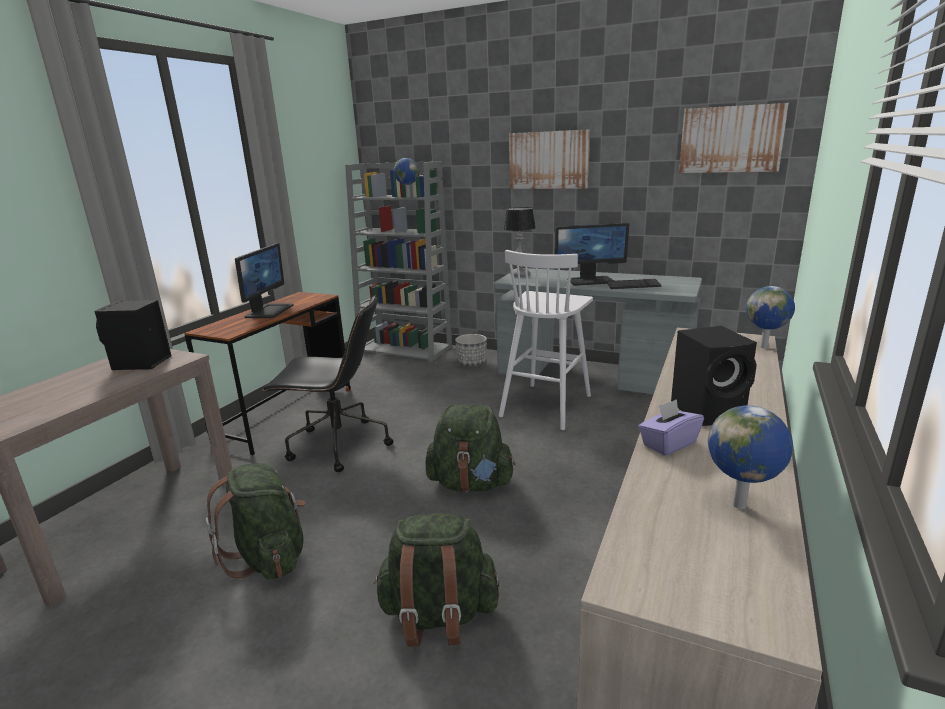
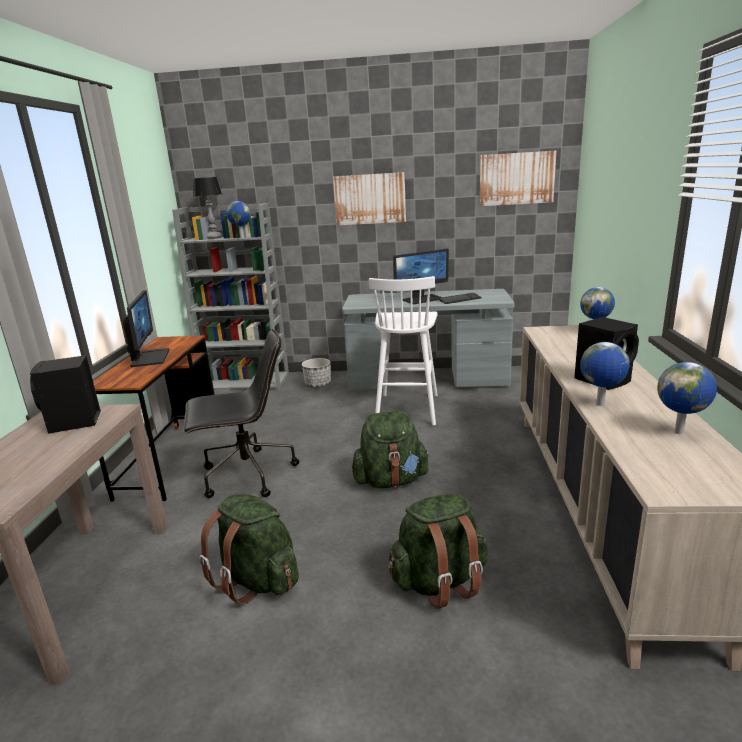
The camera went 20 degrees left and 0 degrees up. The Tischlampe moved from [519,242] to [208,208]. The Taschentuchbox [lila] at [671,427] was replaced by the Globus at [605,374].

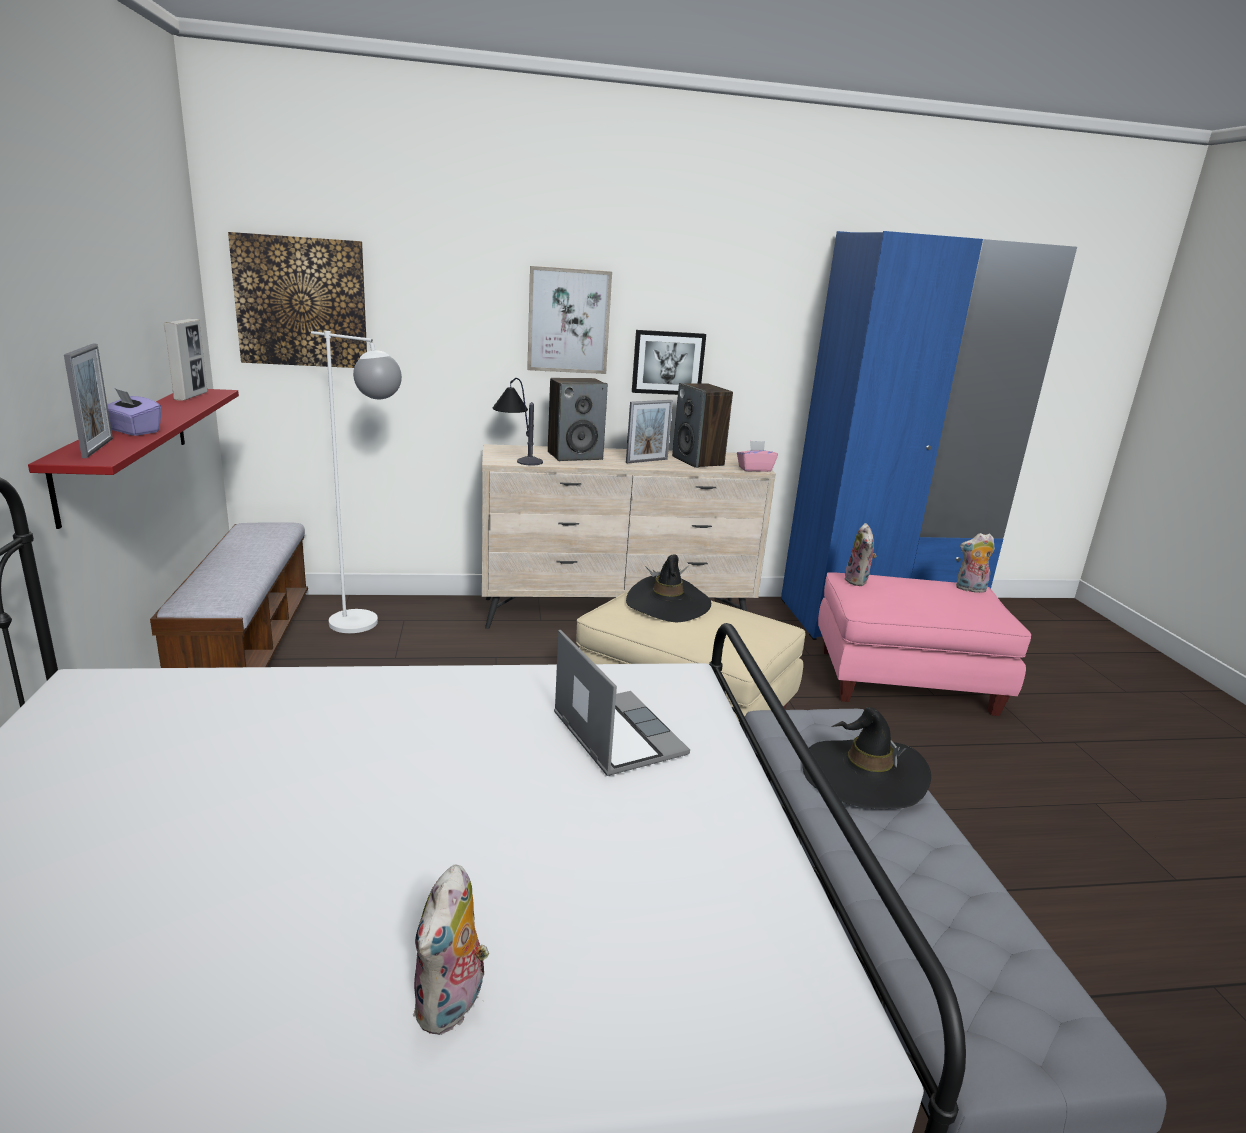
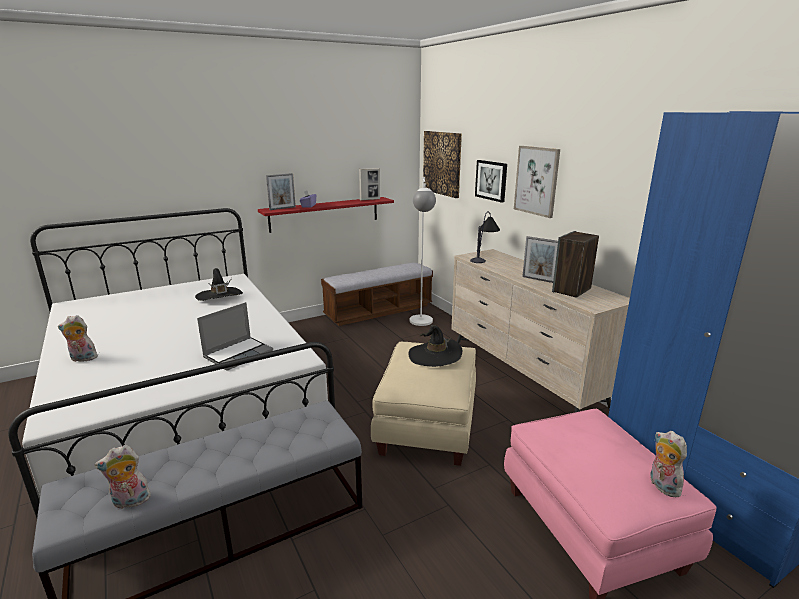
The camera went 70 degrees right and 0 degrees up. The Lautsprecher at [578,419] disappeared. The Bild moved from [669,362] to [491,181]. The Taschentuchbox [rosa] at [757,456] disappeared. The Hut [schwarz] moved from [866,758] to [219,284]. The Plüschtier moved from [860,554] to [123,477].

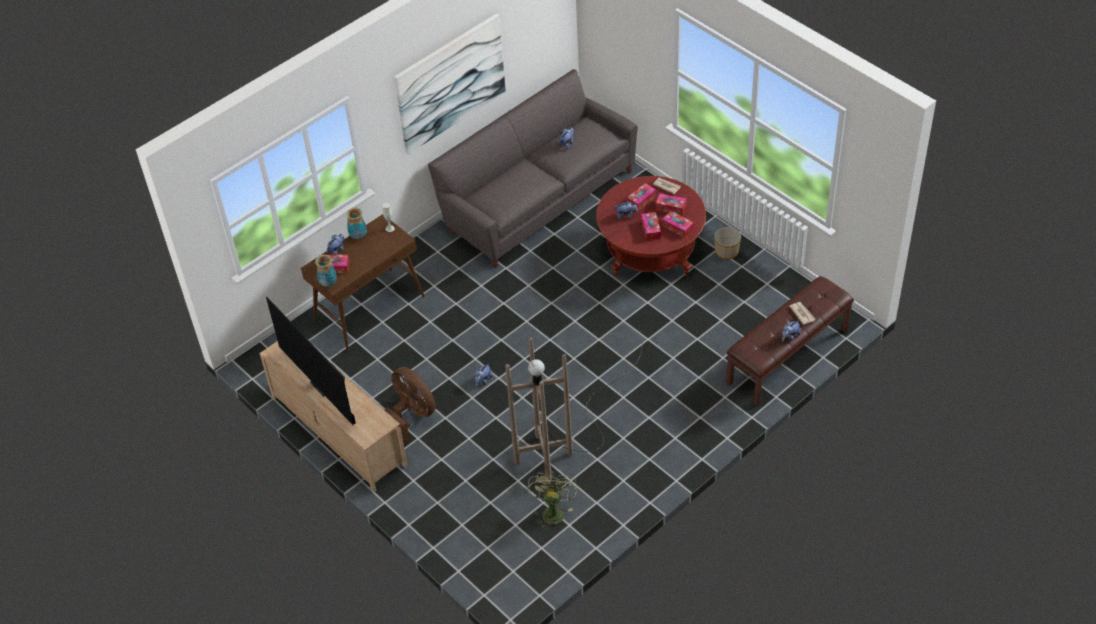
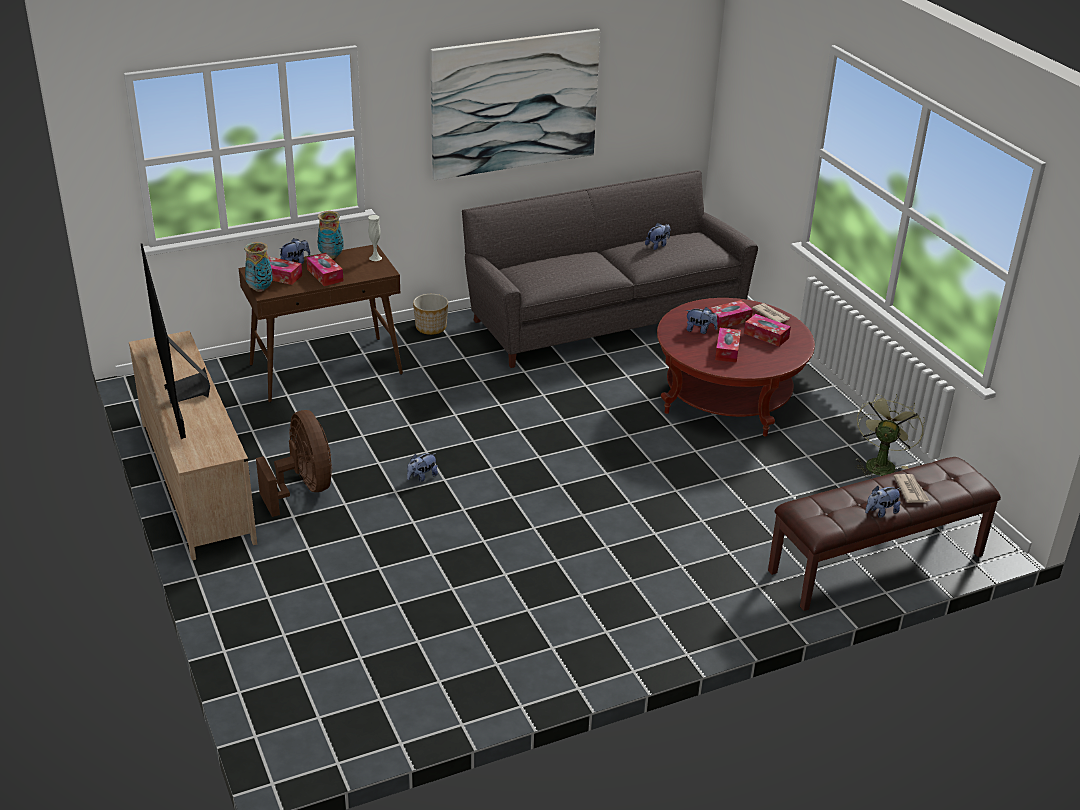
The camera went 15 degrees right and 15 degrees down. The Stehlampe [braun] at [573,402] disappeared. The Ventilator [grün] moved from [552,501] to [890,436]. The Taschentuchbox moved from [678,224] to [324,269]. The Pflanzkübel moved from [727,243] to [430,314].

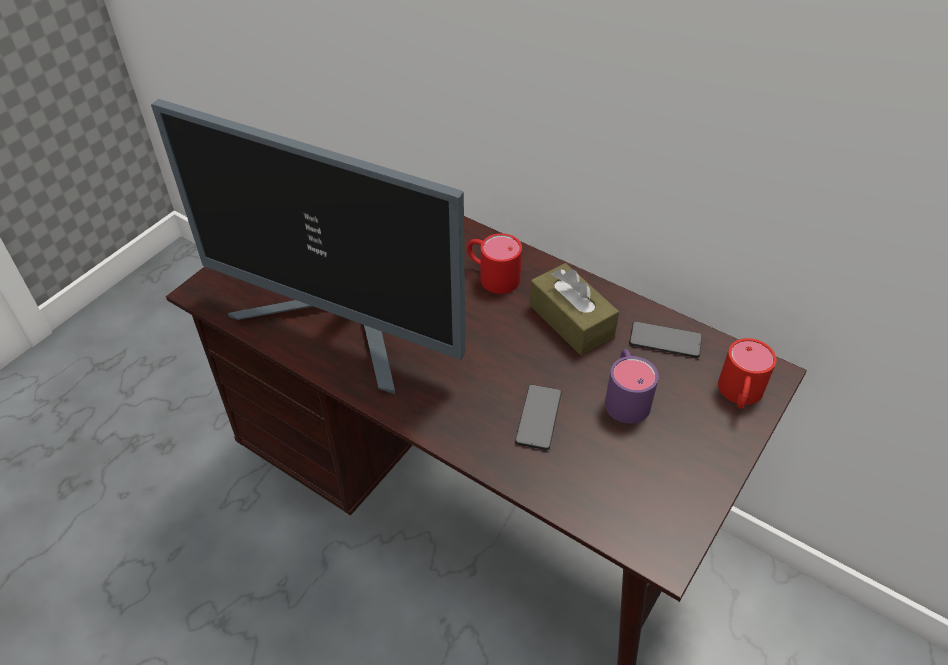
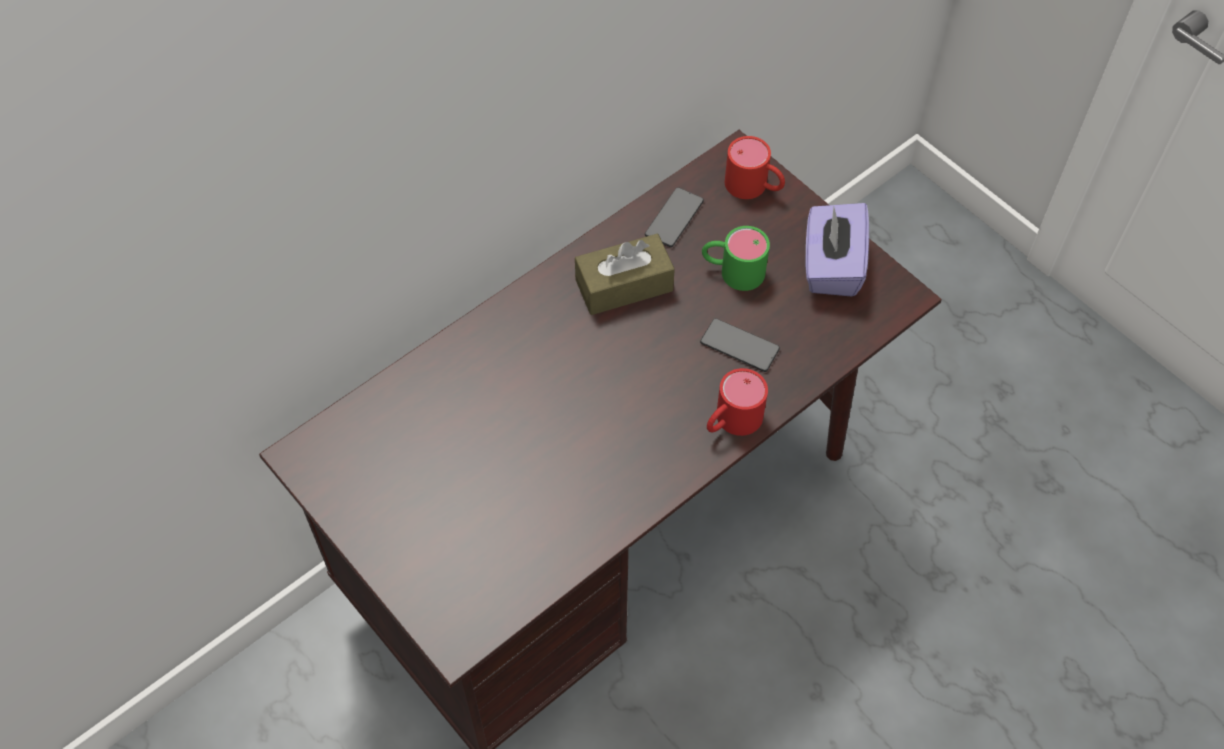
The camera went 75 degrees left and 10 degrees up. The Monitor at [308,246] disappeared. The Henkelbecher [rot] moved from [494,263] to [737,402]. The Henkelbecher [lila] at [632,386] became the Henkelbecher [grün] at [736,258]. The Taschentuchbox [lila] at [837,250] appeared.

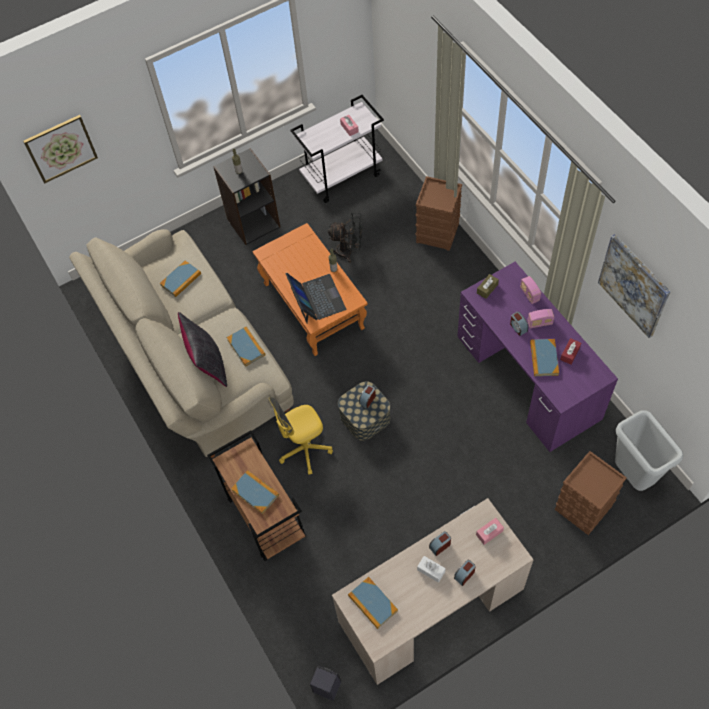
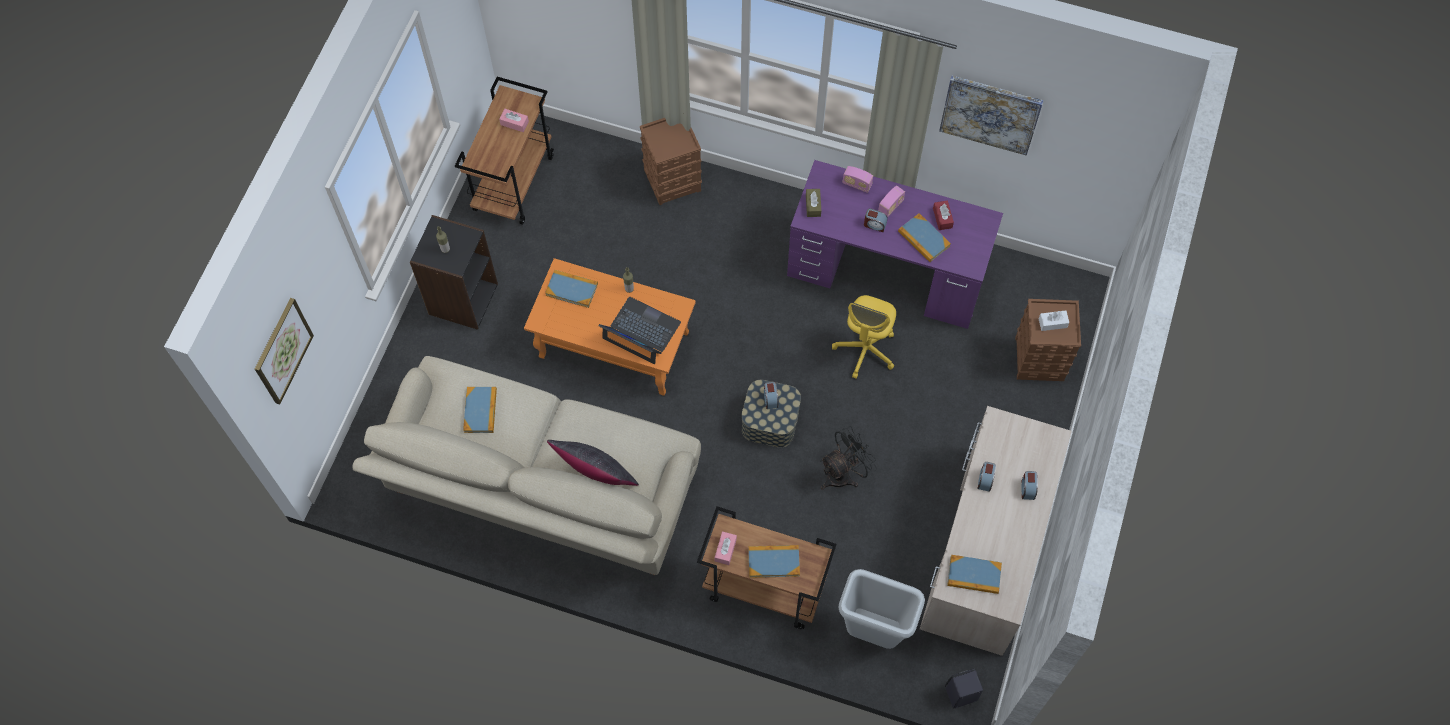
The camera went 45 degrees left and 5 degrees up. The Buch moved from [245,347] to [571,289]. The Bürostuhl [gelb] moved from [301,436] to [864,337]. The Rollwagen [weiß] at [337,149] became the Rollwagen [braun] at [504,151]. The Ventilator [schwarz] moved from [345,238] to [848,458]. The Taschentuchbox [weiß] moved from [431,569] to [1054,321]. The Taschentuchbox [rosa] moved from [490,531] to [726,548]. The Mülleimer [grau] moved from [649,450] to [881,609].

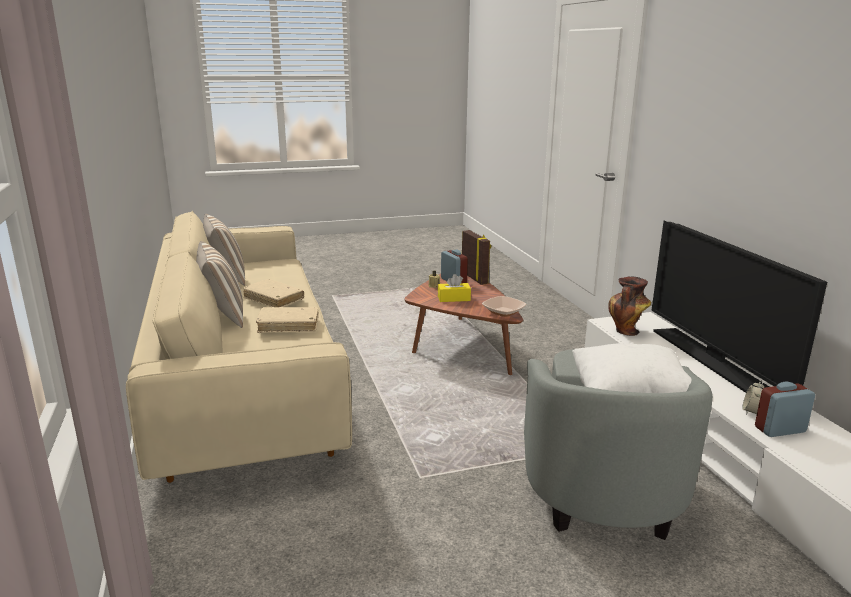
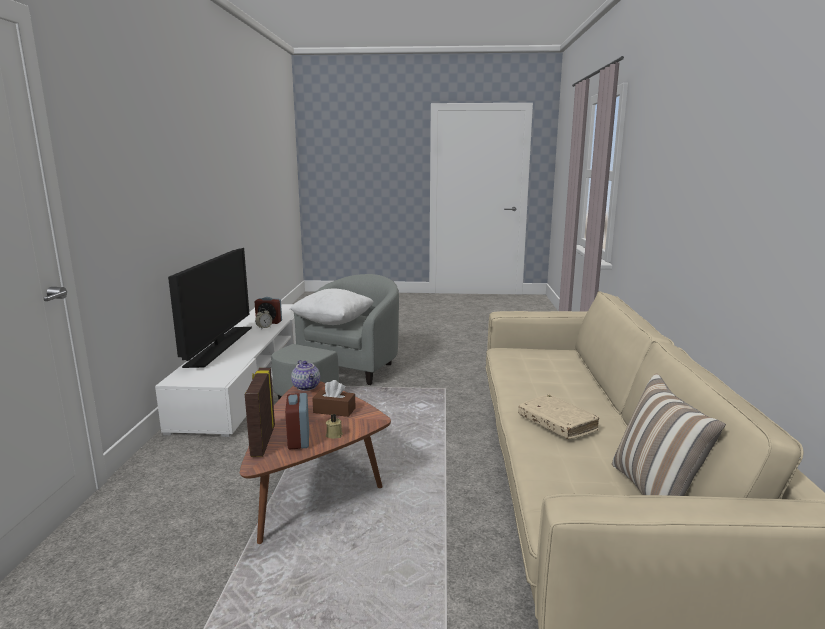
The camera went 160 degrees left and 5 degrees down. The Kissen at [219,284] disappeared. The Buch [beige] at [287,320] disappeared. The Taschentuchbox [gelb] at [454,288] became the Taschentuchbox [braun] at [334,398]. The Schüssel at [504,306] was replaced by the Teekanne at [305,375]. The Vase at [629,306] disappeared.

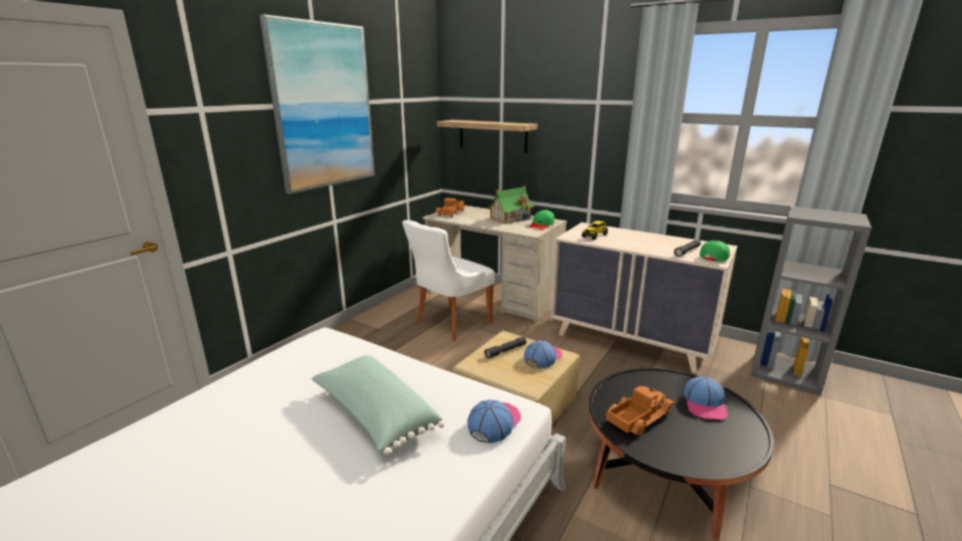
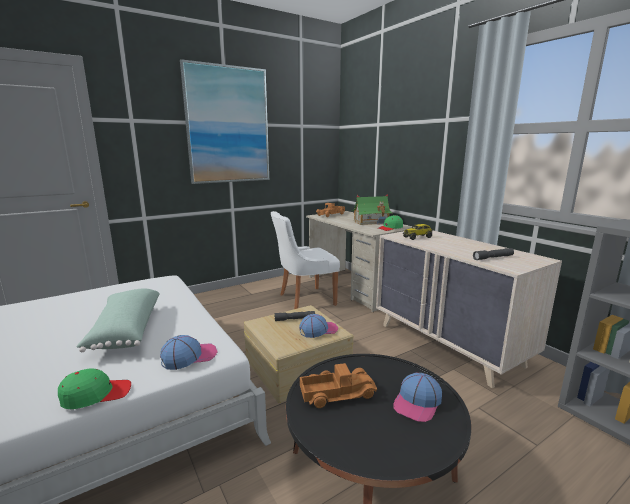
The camera went 25 degrees right and 5 degrees down. The Wandregal at [487,136] disappeared. The Kappe [grün] moved from [715,250] to [94,388].

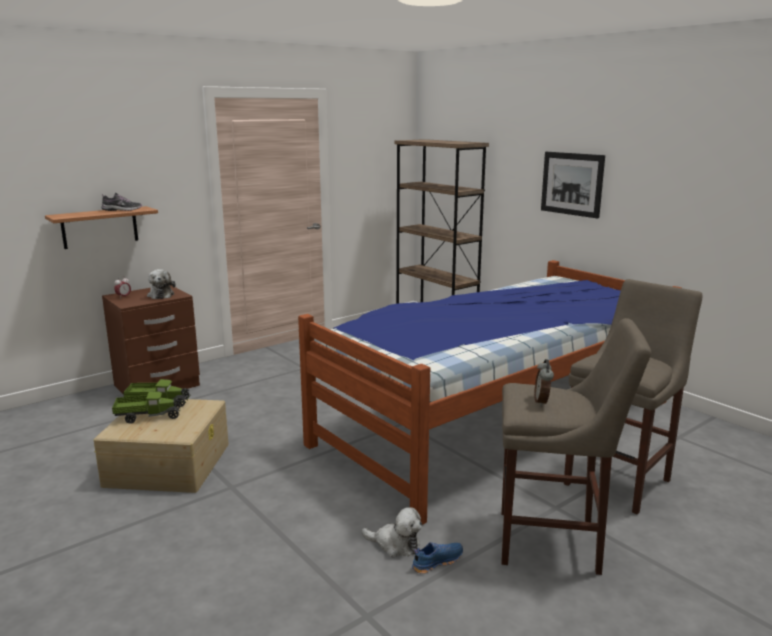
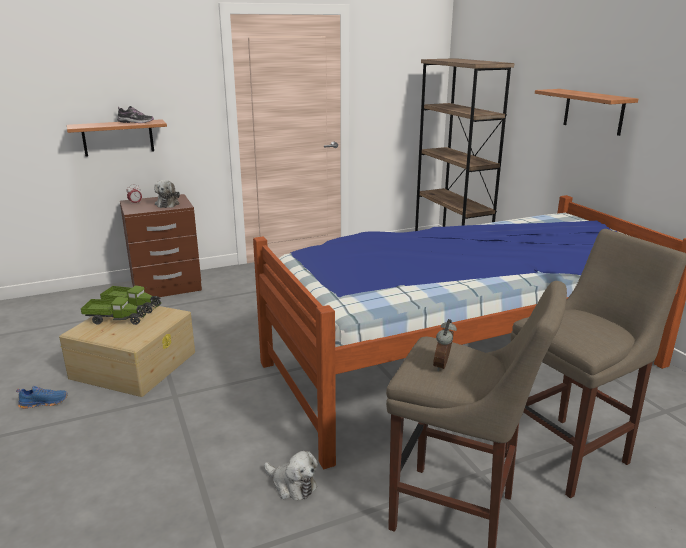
The camera went 15 degrees right and 5 degrees up. The Schuh [blau] moved from [437,558] to [42,397]. The Bild at [573,185] was replaced by the Wandregal at [586,112].

